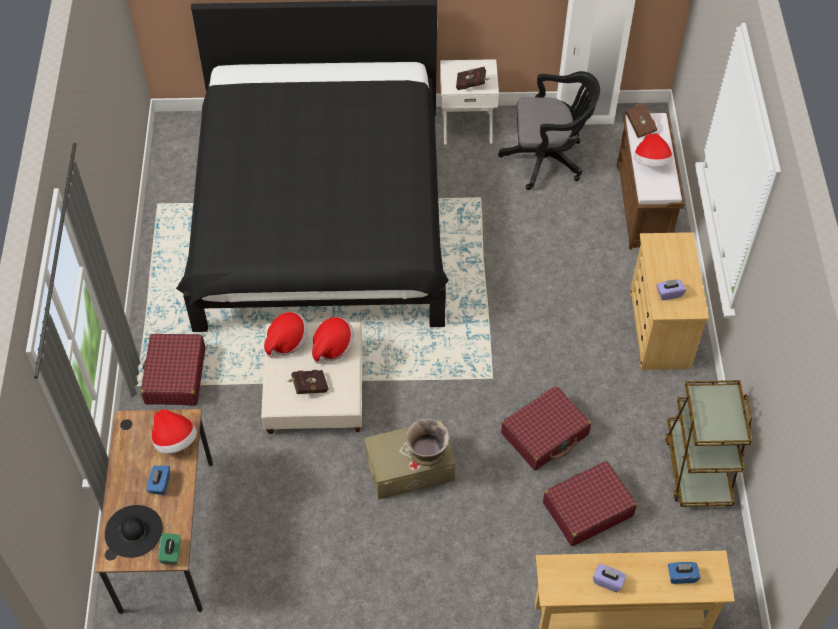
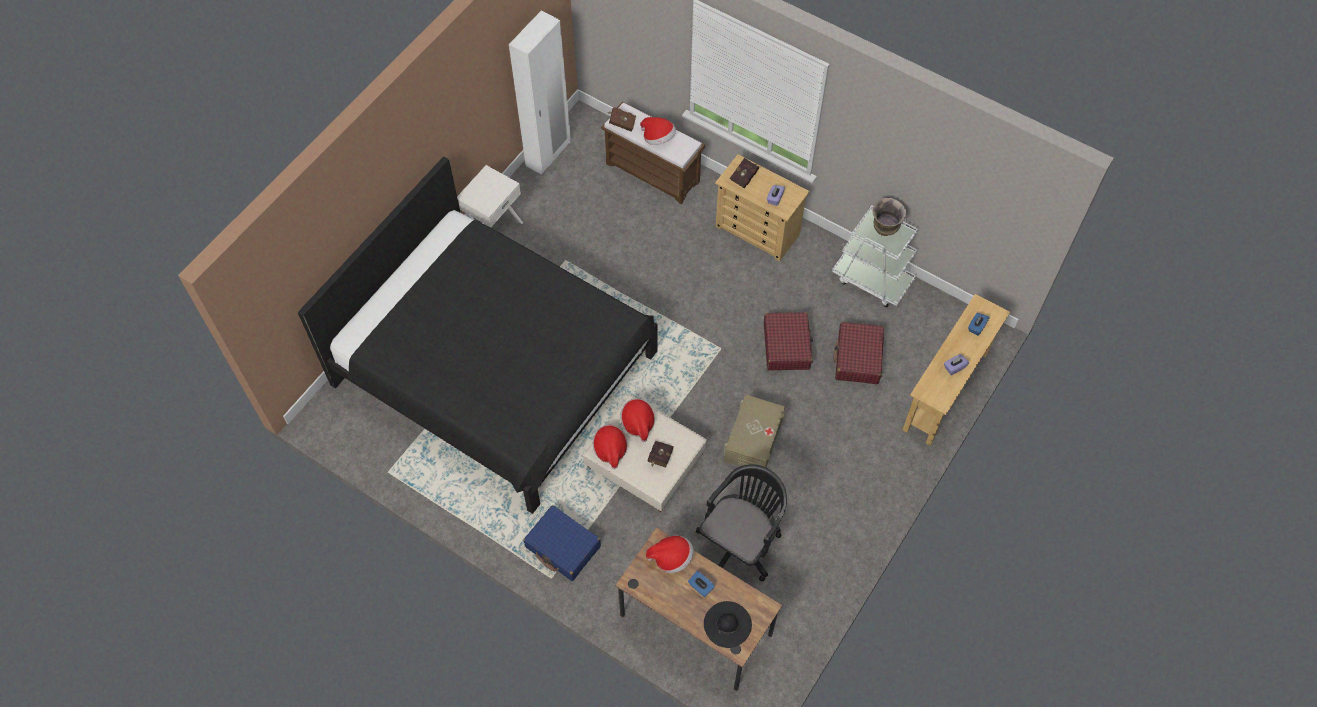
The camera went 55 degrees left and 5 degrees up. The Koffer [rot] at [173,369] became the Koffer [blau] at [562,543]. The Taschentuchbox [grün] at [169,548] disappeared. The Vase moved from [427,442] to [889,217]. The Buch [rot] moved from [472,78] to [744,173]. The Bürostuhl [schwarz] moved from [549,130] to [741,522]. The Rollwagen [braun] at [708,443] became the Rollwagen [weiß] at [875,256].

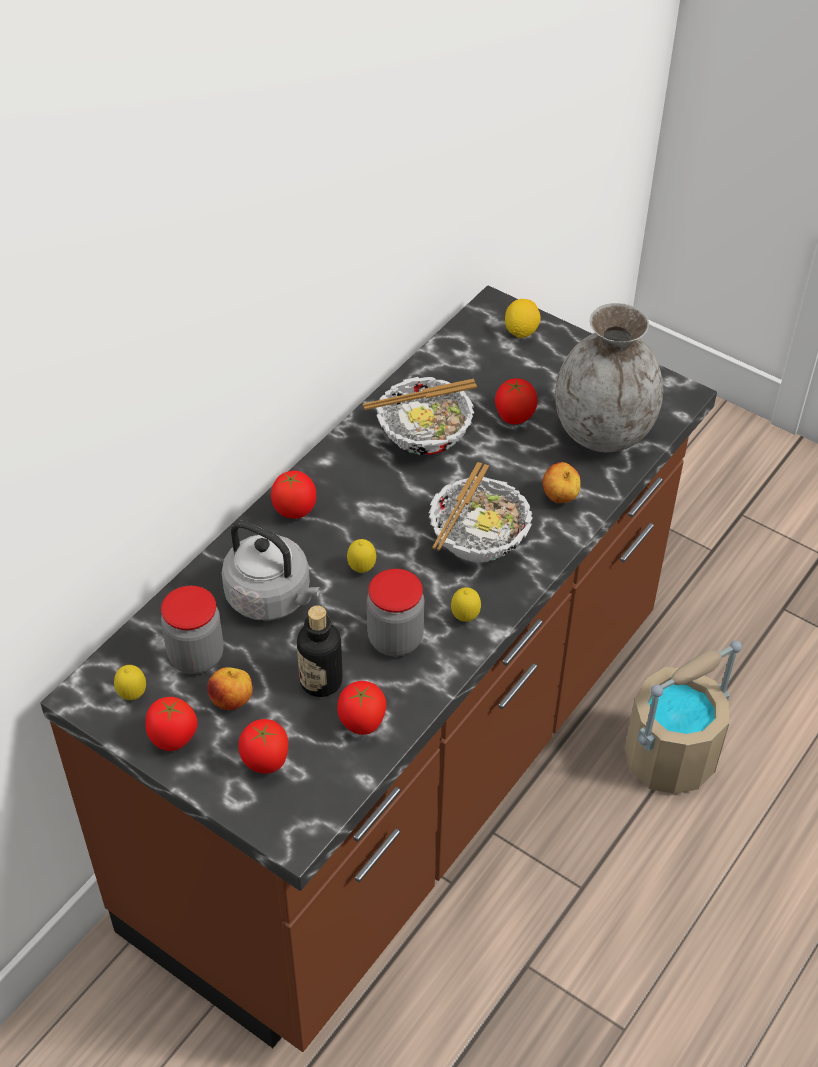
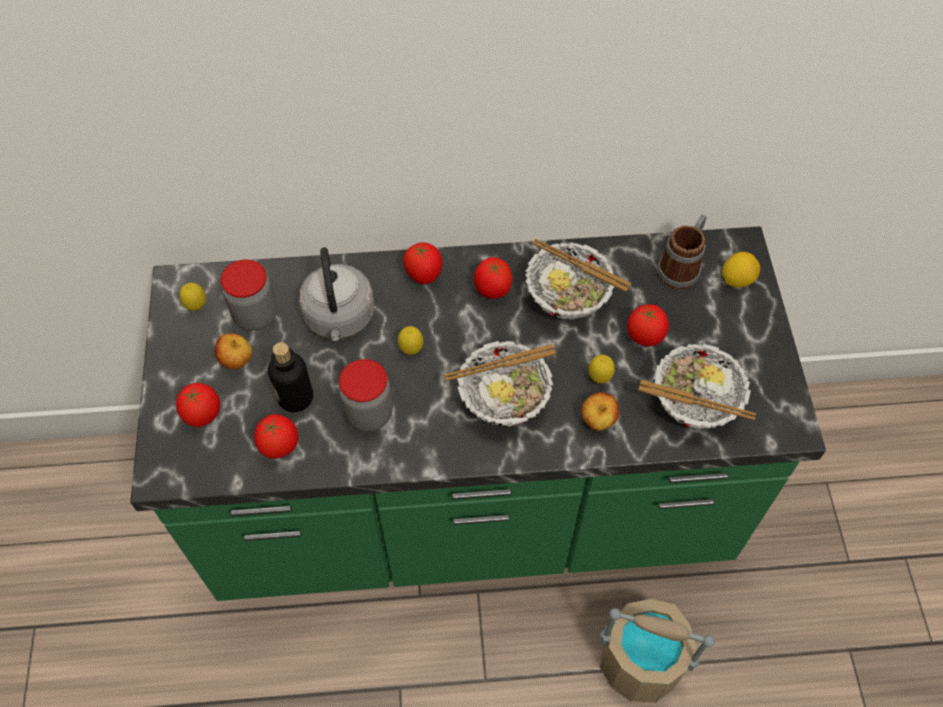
The camera went 50 degrees right and 10 degrees up. The Küchenzeile [braun] at [378,669] became the Küchenzeile [grün] at [478,413]. The Tomate moved from [171,724] to [493,278]. The Zitrone moved from [466,604] to [601,369]. The Vase [grau] at [609,377] was replaced by the Schüssel at [697,386]. The Henkelbecher at [682,251] appeared.

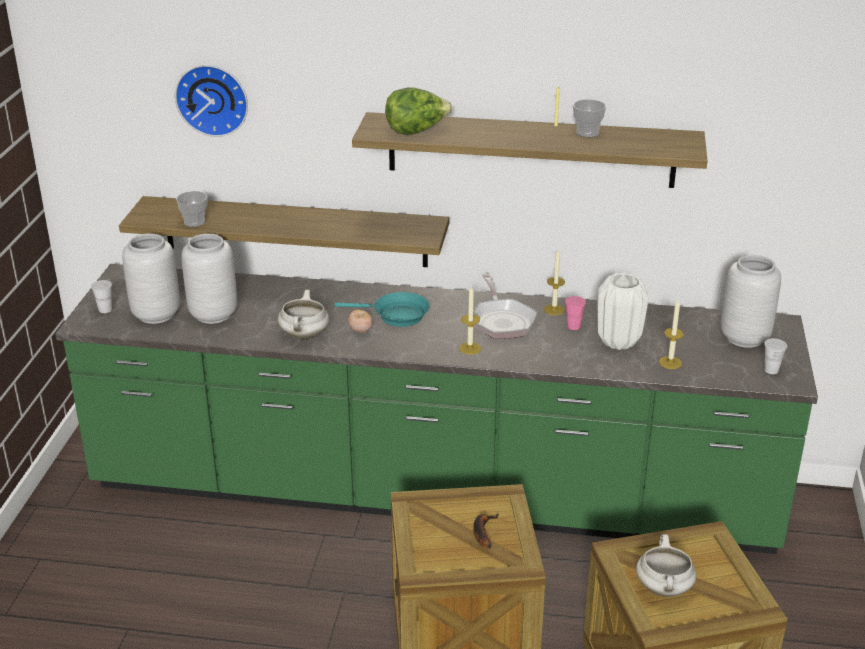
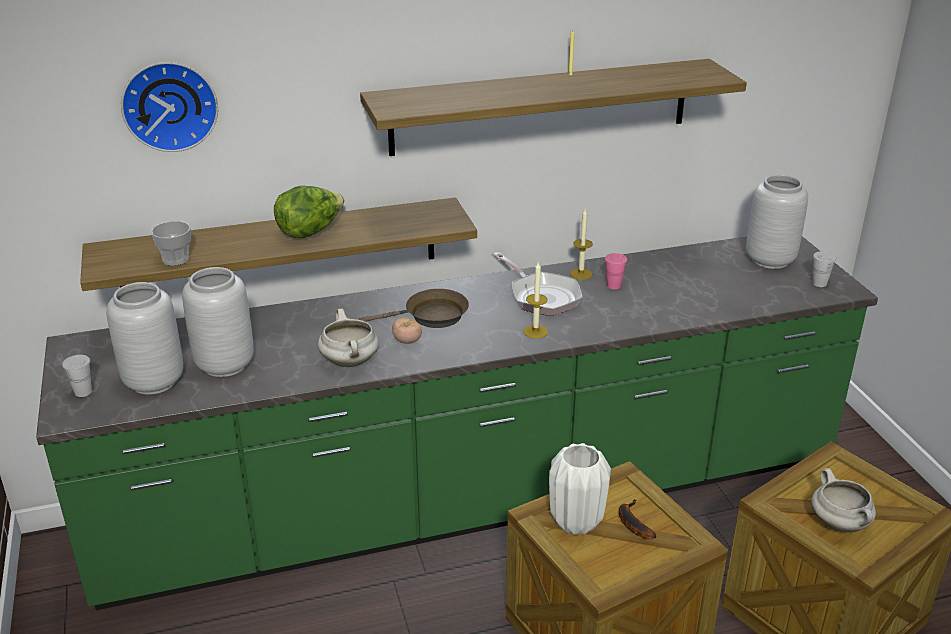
The camera went 25 degrees left and 0 degrees up. The Pfanne [türkis] at [382,309] became the Pfanne [braun] at [413,308]. The Salatkopf moved from [418,111] to [309,211]. The Tasse at [589,118] disappeared. The Vase [weiß] moved from [622,311] to [580,489]. The Kerze at [671,334] disappeared.

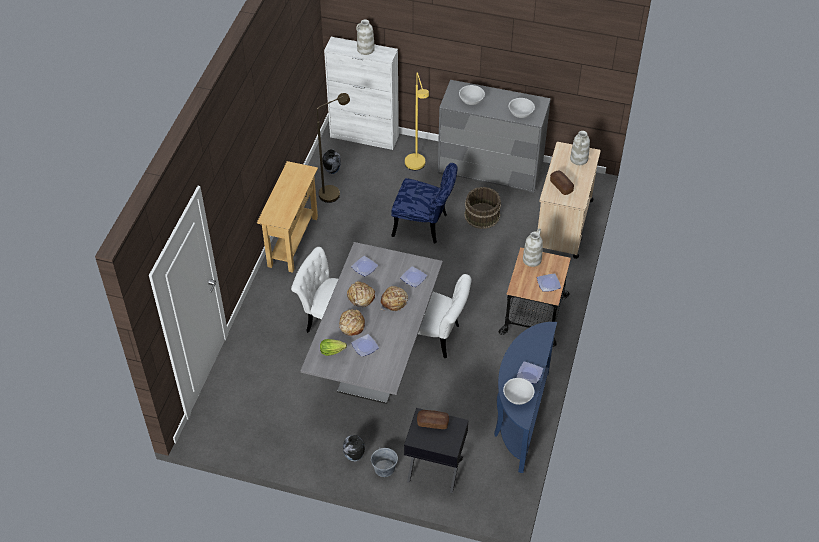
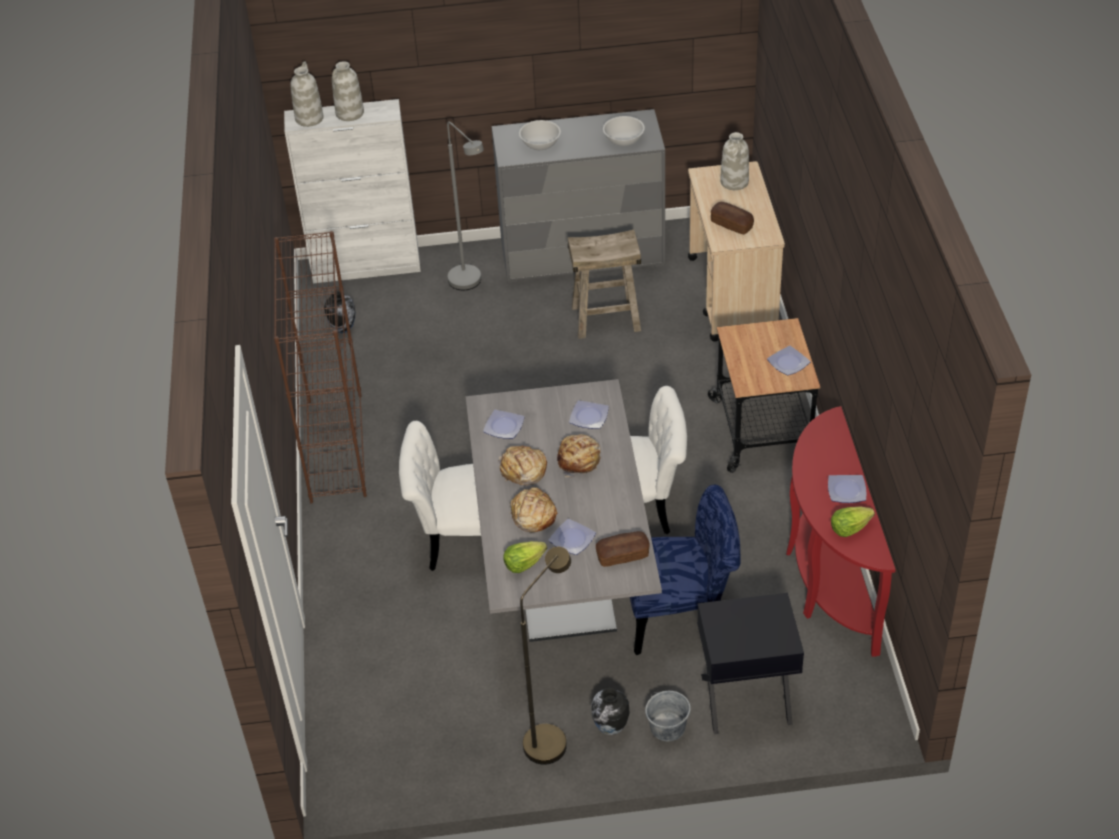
The camera went 20 degrees left and 5 degrees down. The Konsolentisch [beige] at [287,217] was replaced by the Bücherregal [braun] at [320,367]. The Stehlampe [braun] moved from [333,148] to [545,656]. The Stuhl [blau] moved from [424,203] to [685,570]. The Stehlampe [gelb] at [417,121] became the Stehlampe [grau] at [465,205]. The Brot moved from [433,419] to [623,549]. The Eimer [braun] at [482,208] was replaced by the Hocker [beige] at [604,284]. The Konsolentisch [blau] at [525,397] became the Konsolentisch [rot] at [841,531]. The Schüssel [weiß] at [518,391] was replaced by the Salatkopf at [853,521]. The Vase [weiß] moved from [533,247] to [307,94].

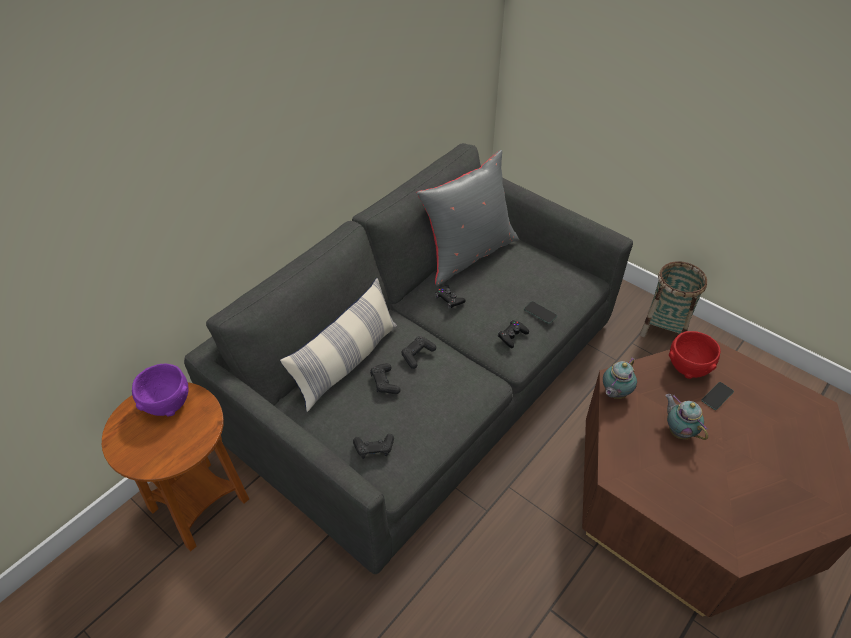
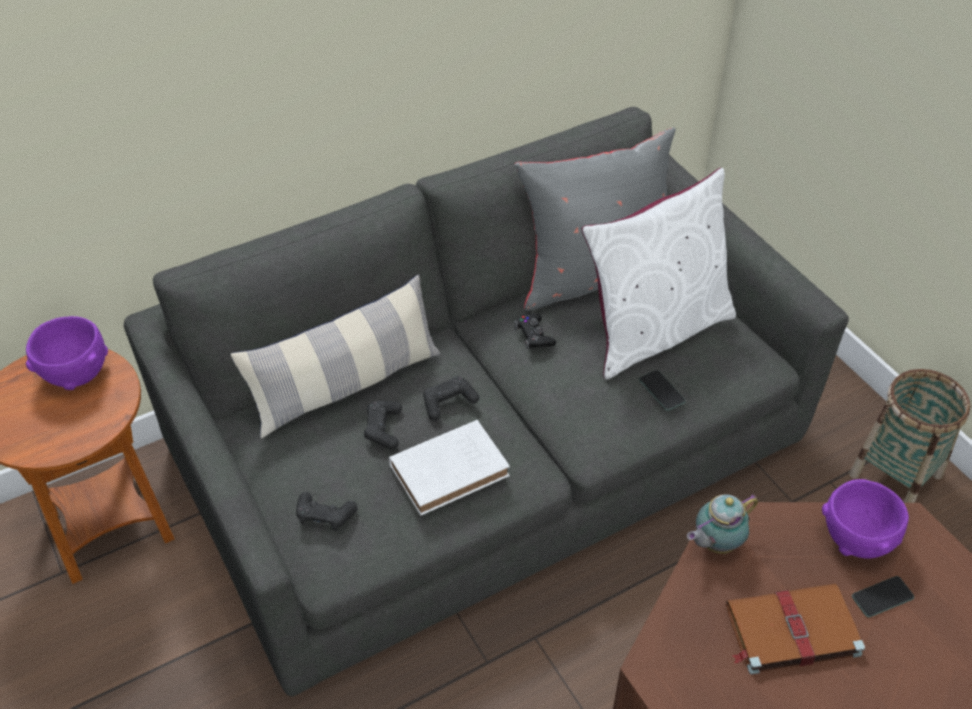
The camera went 20 degrees right and 0 degrees up. The Gamepad [schwarz] at [513,334] disappeared. The Teekanne at [686,417] was replaced by the Buch [braun] at [795,629]. The Schüssel [rot] at [695,355] became the Schüssel [lila] at [865,518]. The Buch [weiß] at [449,468] appeared. The Kissen [weiß] at [658,273] appeared.

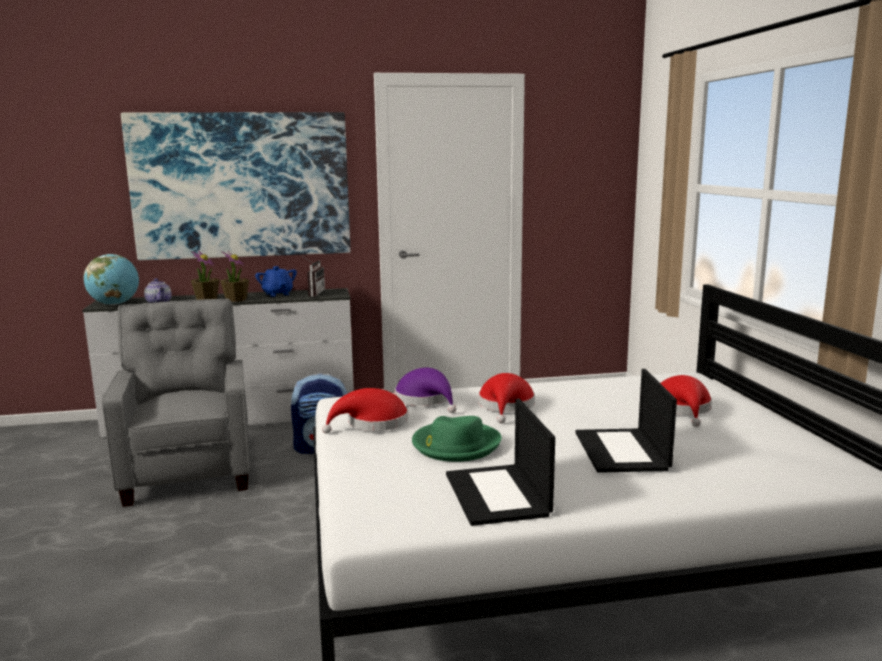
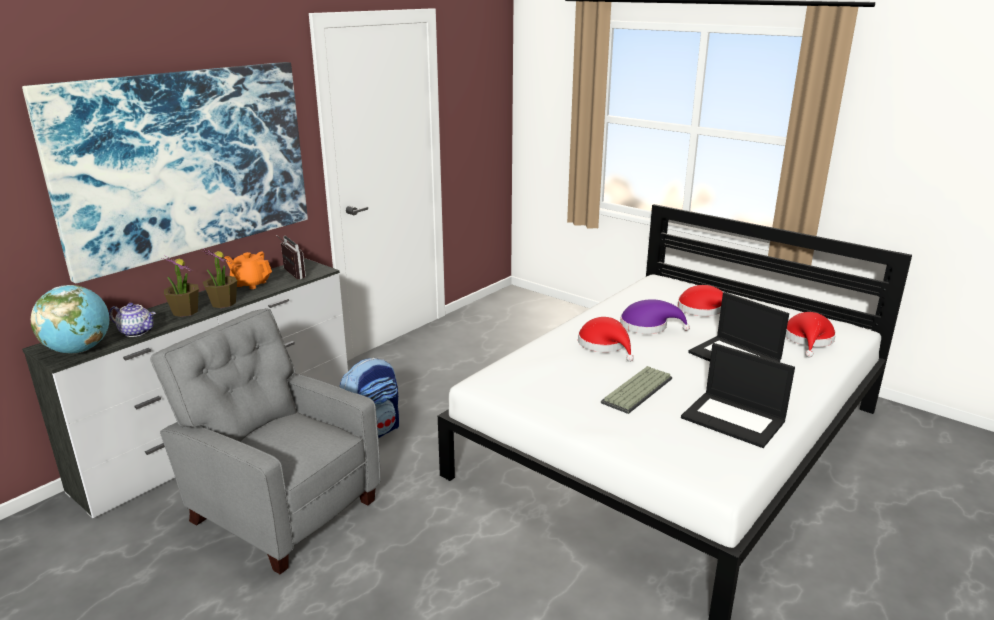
The camera went 40 degrees left and 10 degrees up. The Teekanne [blau] at [276,281] became the Teekanne [orange] at [248,270]. The Hut [rot] moved from [365,411] to [810,334]. The Hut [lila] moved from [426,390] to [655,316]. The Hut [grün] at [457,439] was replaced by the Tastatur at [636,390].

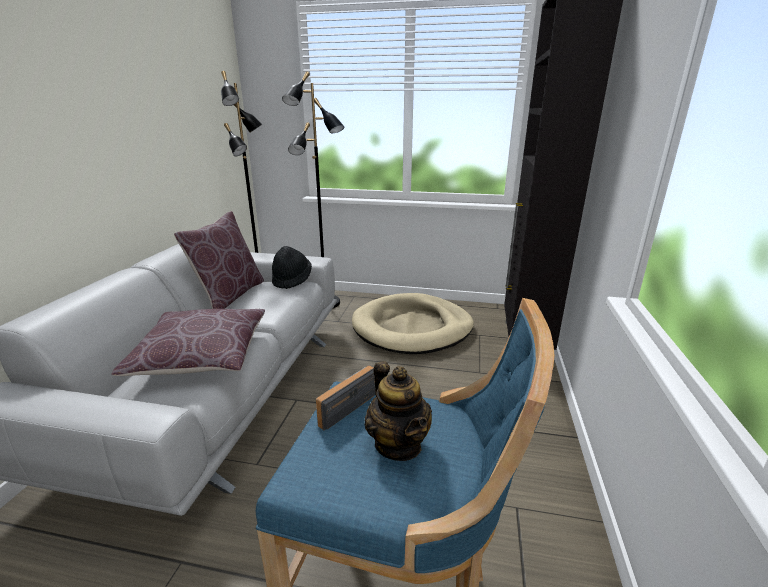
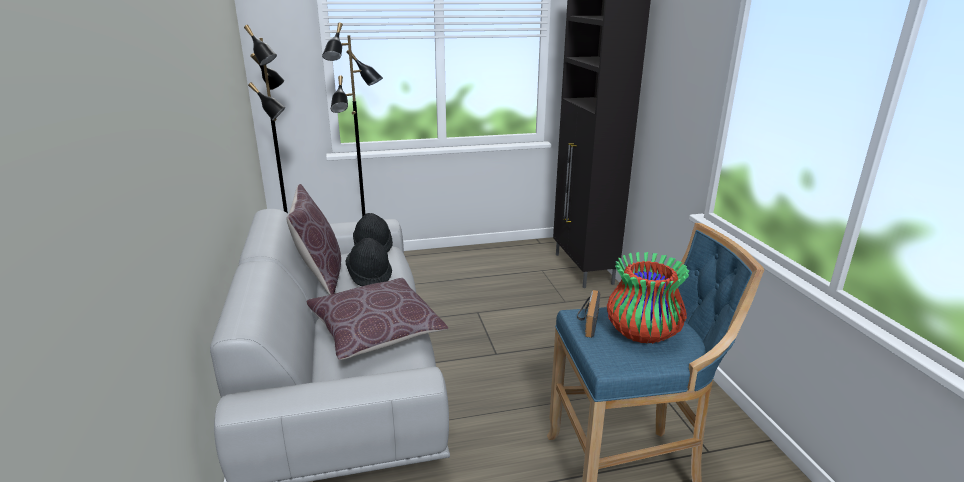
The camera went 25 degrees left and 0 degrees up. The Hundebett [beige] at [413,323] disappeared. The Teekanne at [398,411] was replaced by the Vase at [648,298]. The Hut [schwarz] at [369,262] appeared.

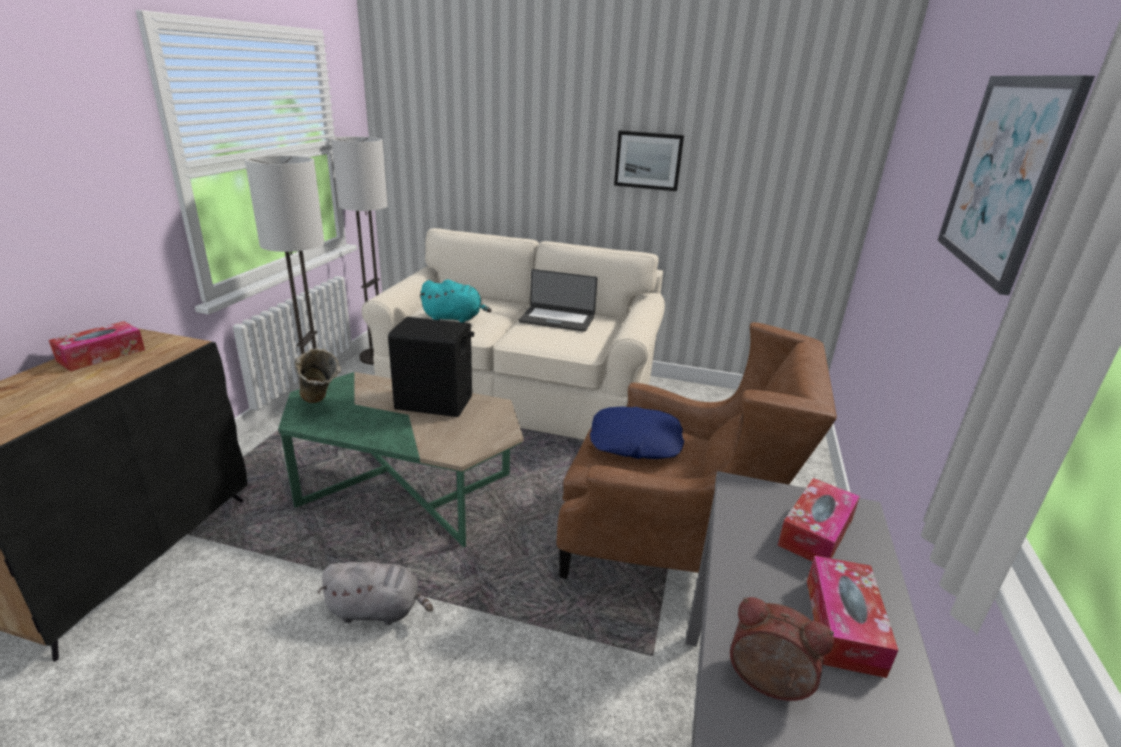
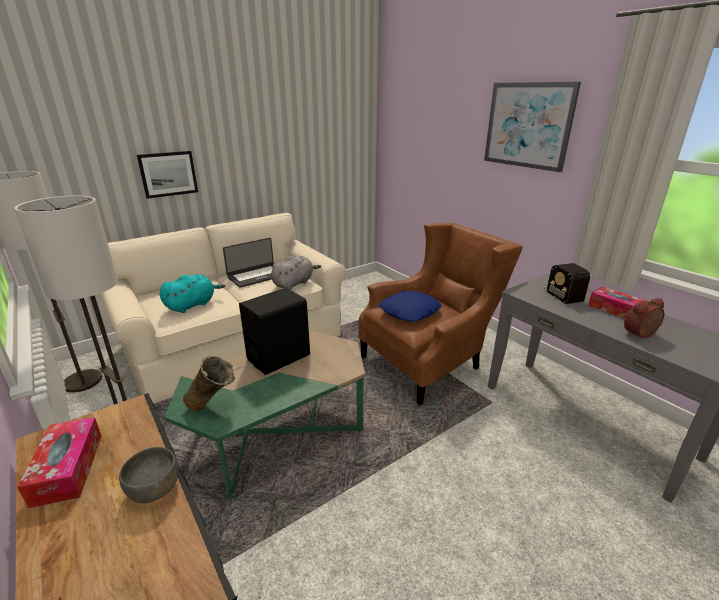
The camera went 50 degrees left and 0 degrees up. The Plüschtier [grau] moved from [375,593] to [296,273]. The Bild moved from [649,160] to [167,175]. The Taschentuchbox at [819,520] was replaced by the Radio at [563,283]. The Schüssel [grau] at [149,475] appeared.

